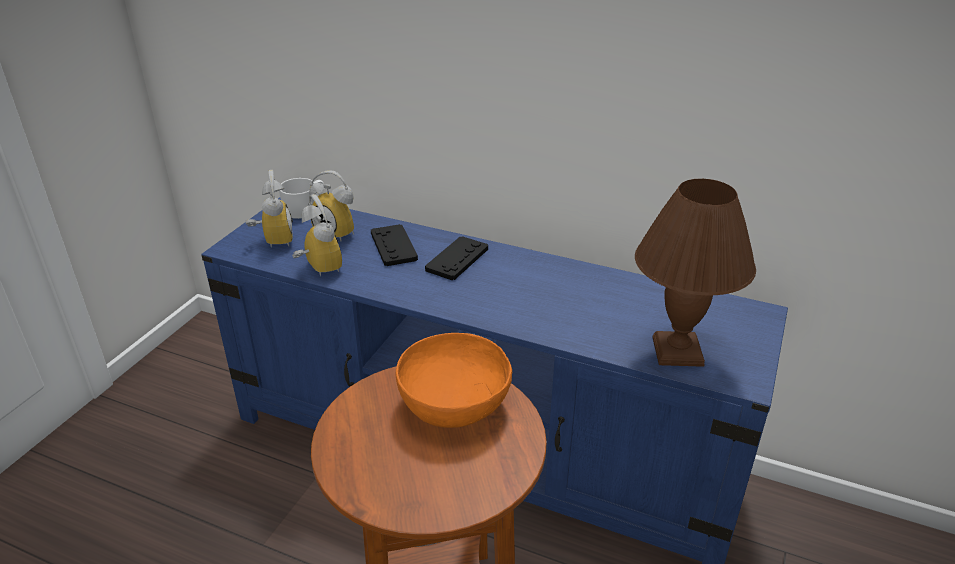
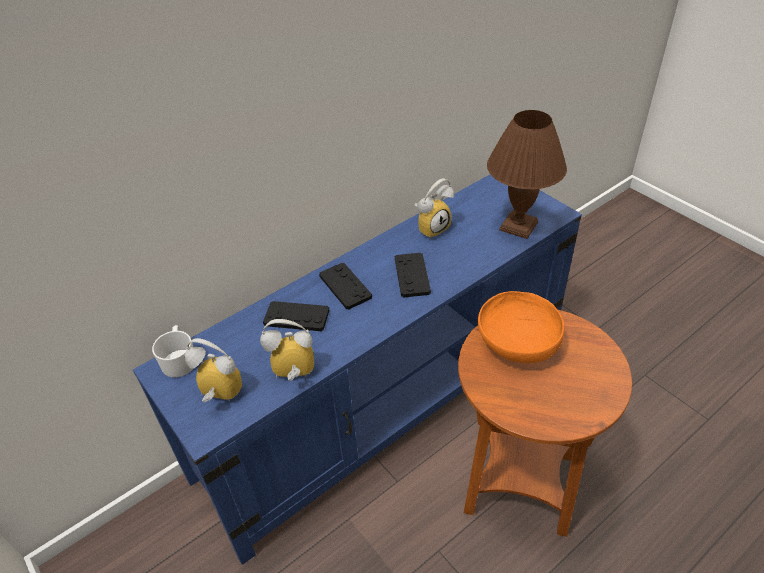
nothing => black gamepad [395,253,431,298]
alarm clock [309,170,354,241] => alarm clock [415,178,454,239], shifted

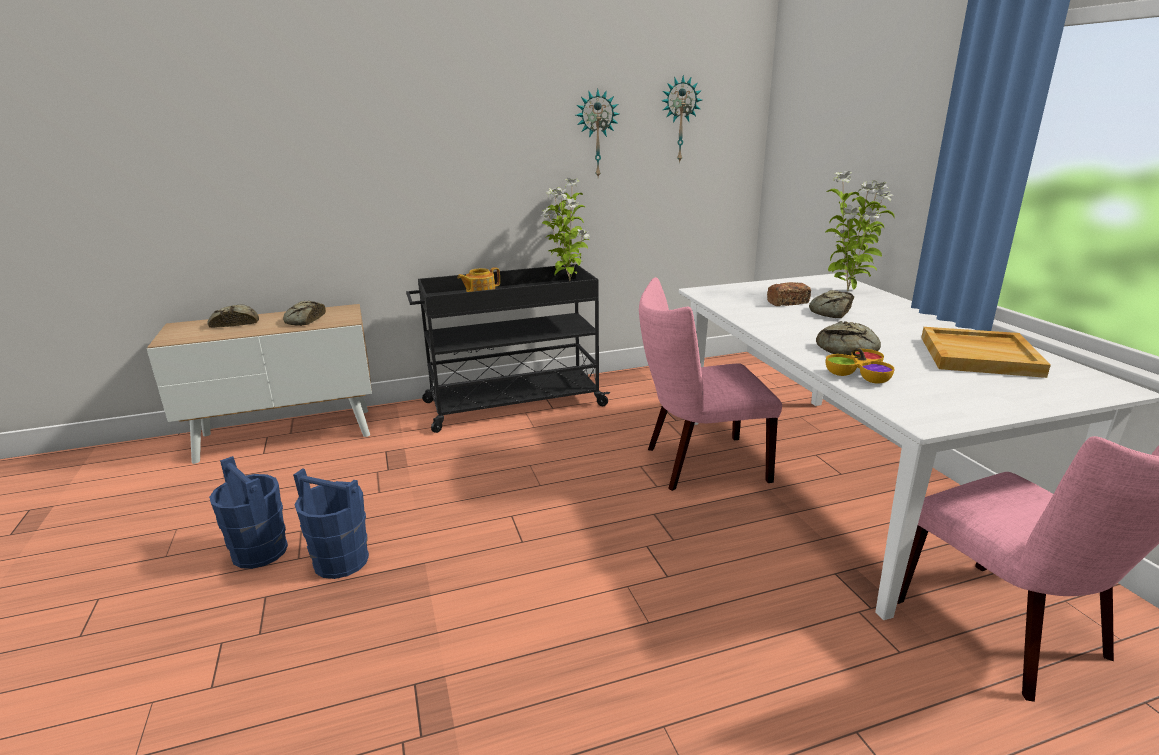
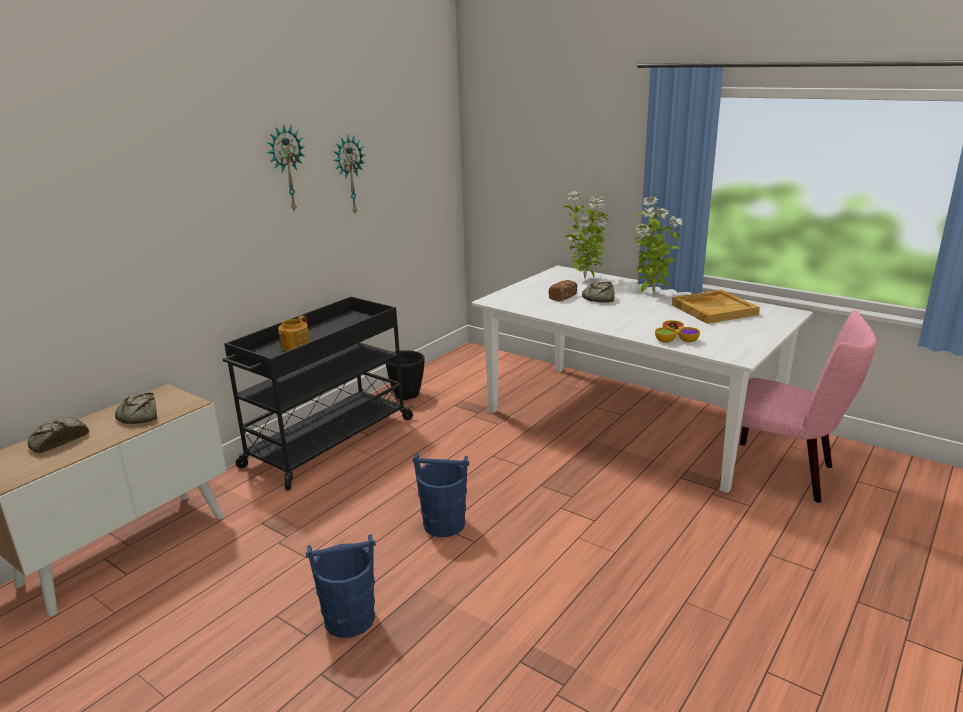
pinkish upright chair [639,277,782,491] => nothing
bread [816,321,881,355] => nothing
nothing => black planter [385,350,425,400]
bluish bucket [209,456,288,569] => bluish bucket [413,453,469,537], shifted
houseplant [541,178,590,281] => houseplant [635,197,683,294], shifted
hanging clock [662,75,702,163] => hanging clock [267,124,305,213], shifted

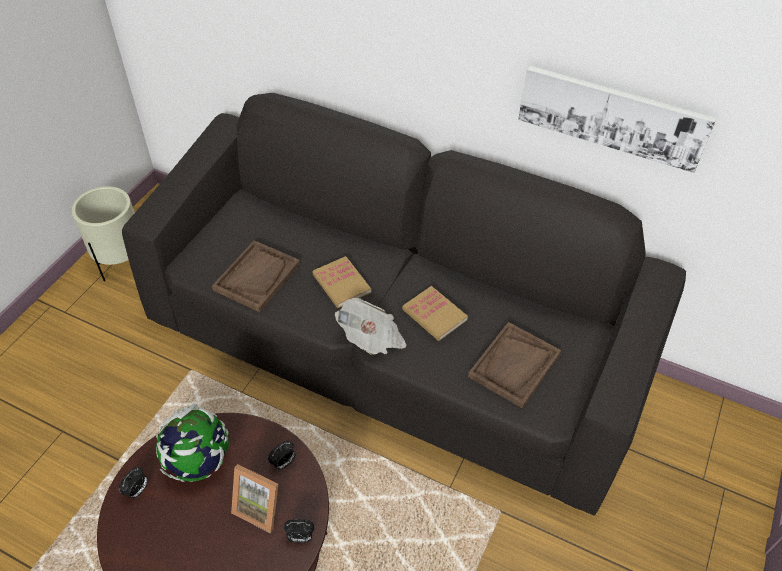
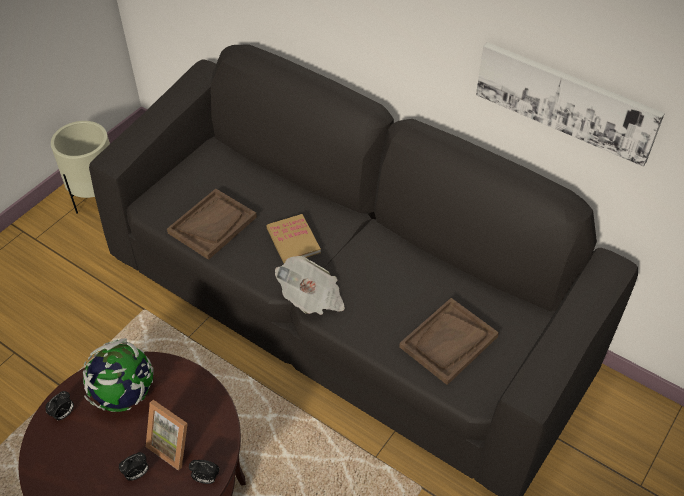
bound book [402,286,468,341] => nothing
alarm clock [268,441,296,470] => alarm clock [119,452,149,481], shifted

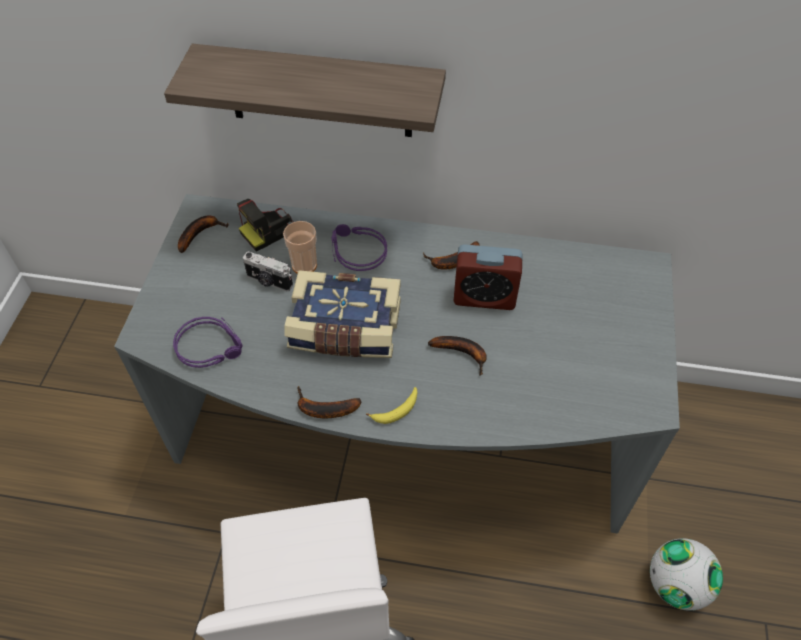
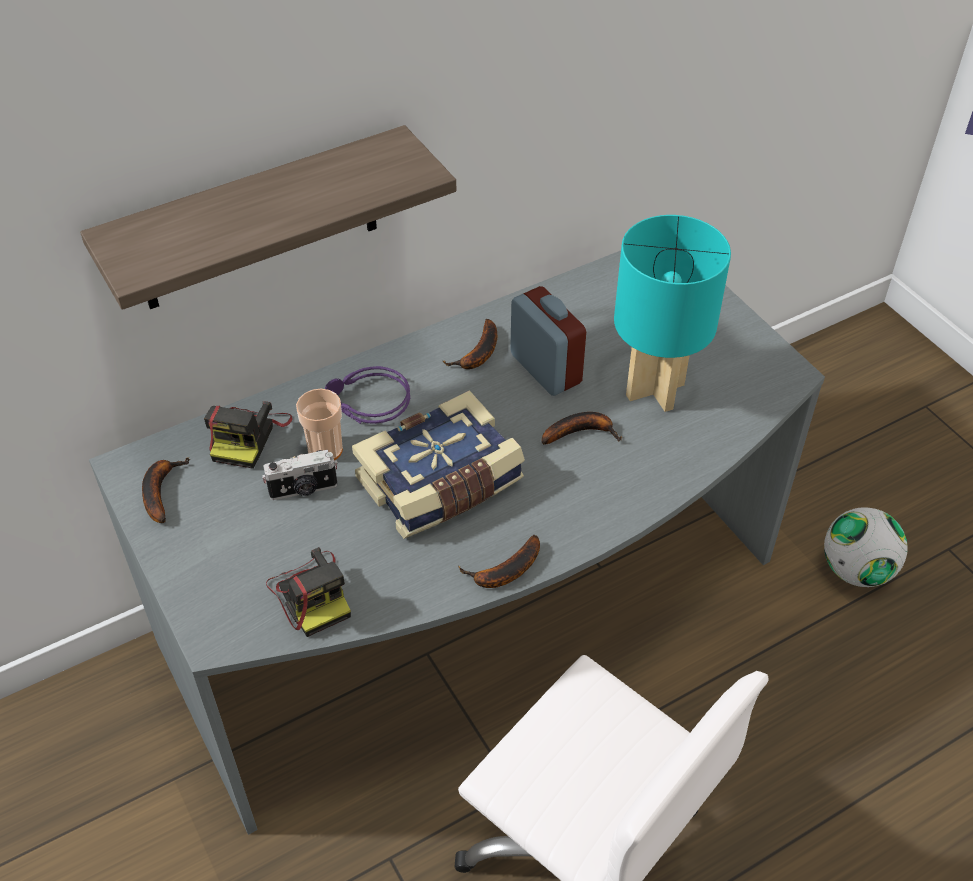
banana [366,387,417,424] => nothing
nothing => turquoise-coloured tabletop lamp [614,215,731,412]
purple-coloured headphones [173,317,243,368] => photo camera [266,547,351,637]
alarm clock [454,244,523,310] => alarm clock [510,286,586,396], 90 degrees counterclockwise

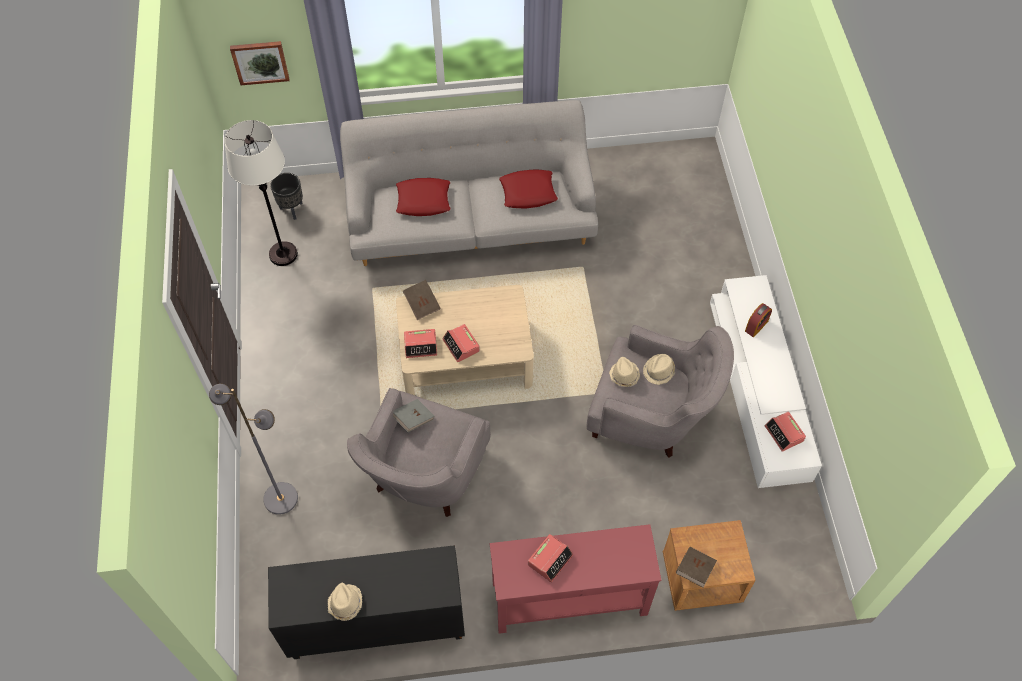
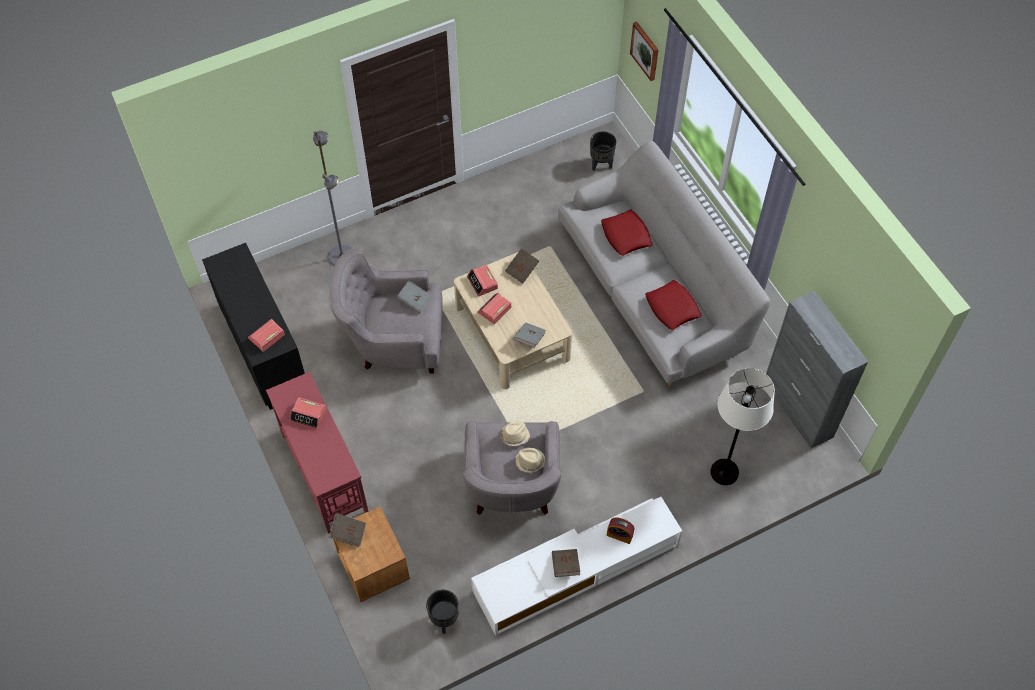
beige-coloured wearable hat [328,583,362,621] => nothing
nothing => black planter [426,590,459,634]
nothing => grey bound book [513,322,546,348]
nothing => brownish bound book [552,549,580,577]
nothing => grey cabinet [766,291,868,448]
white-coloured standing lamp [224,120,298,266] => white-coloured standing lamp [710,368,775,485], shifted
alarm clock [764,412,806,452] => alarm clock [248,319,285,352], shifted

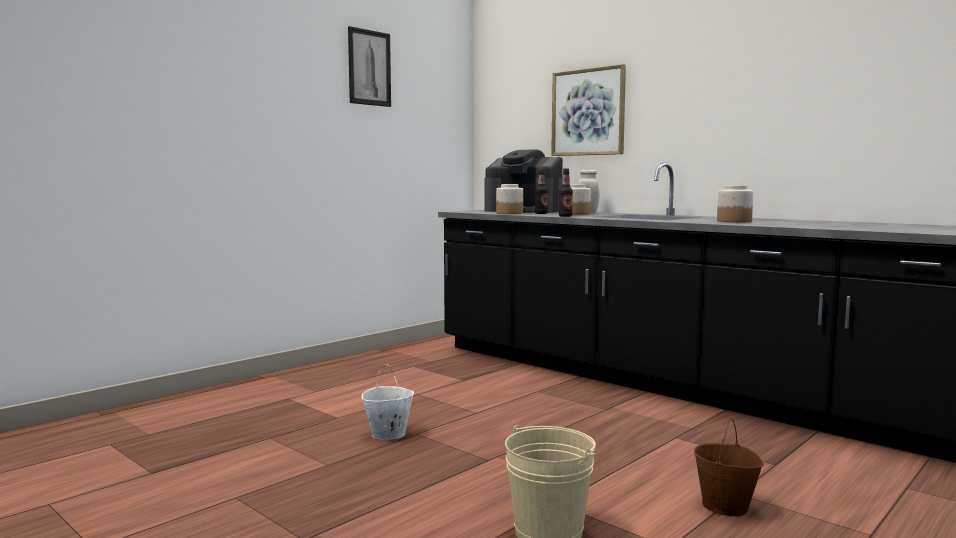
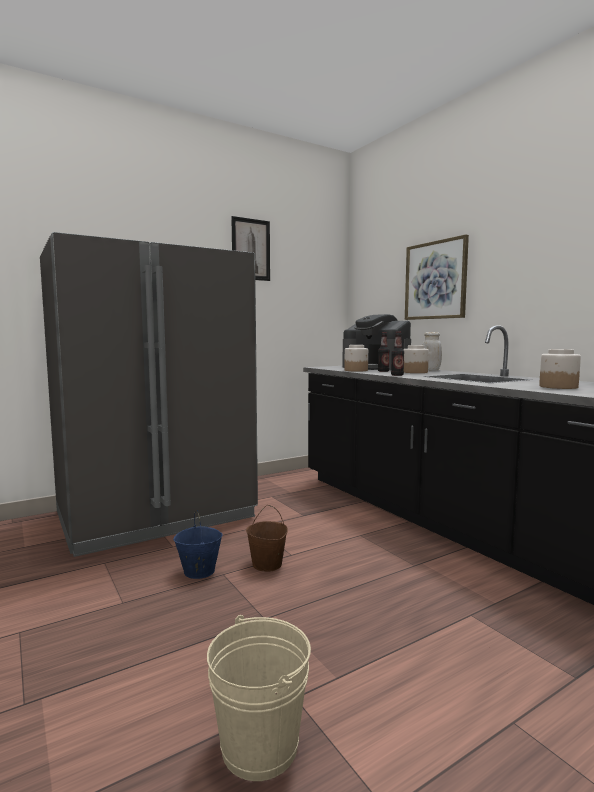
nothing => grey fridge [40,232,258,557]
brownish bucket [694,418,764,517] => brownish bucket [246,505,288,572], shifted
white-coloured bucket [362,365,414,440] => bluish bucket [173,510,223,579]

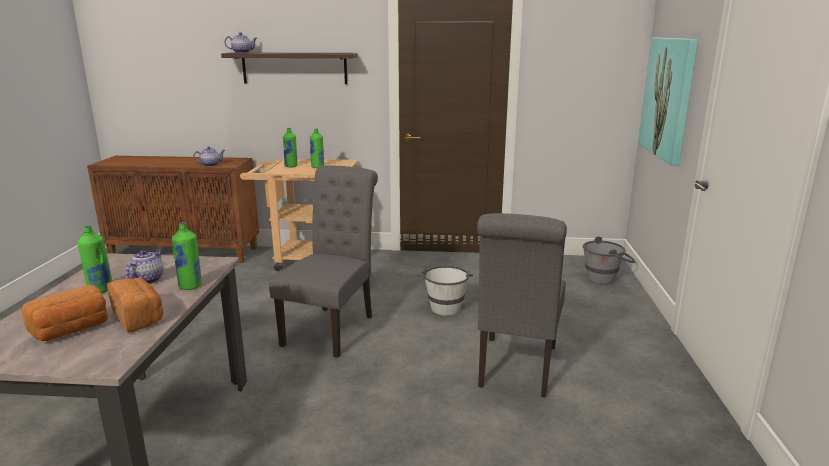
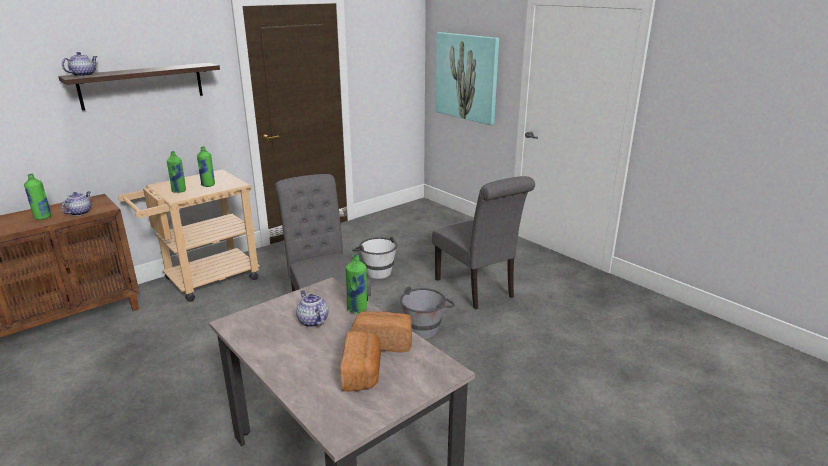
green drink bottle [77,225,112,293] => green drink bottle [24,174,51,220], shifted
grey bucket [583,236,636,284] => grey bucket [400,287,455,340], shifted

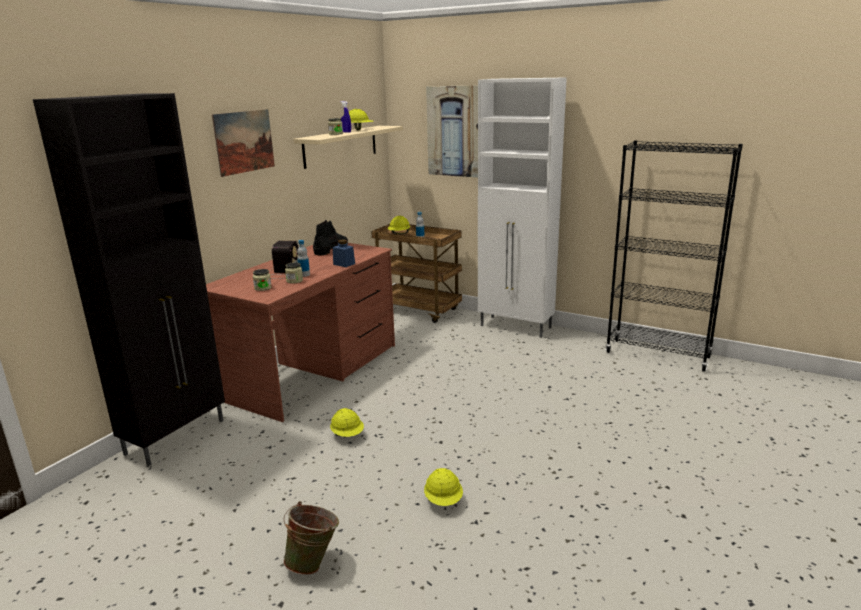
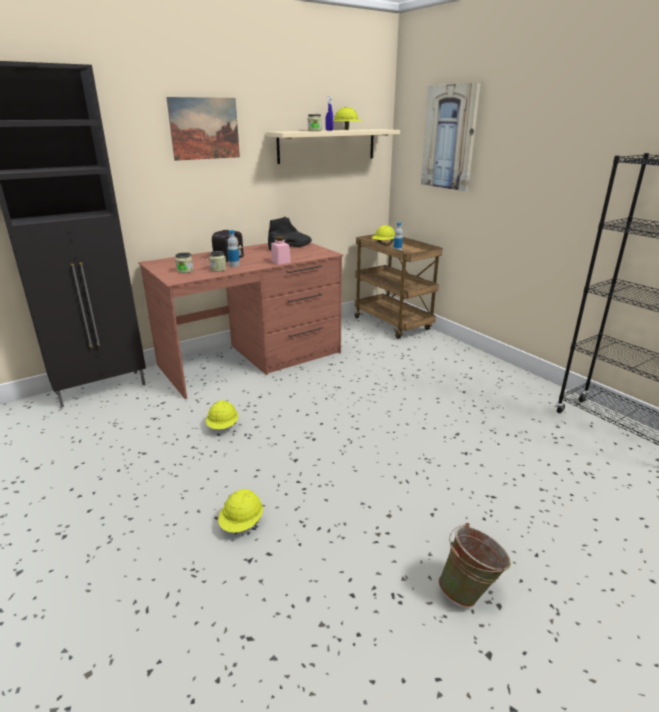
white-coloured cabinet [478,77,567,338] => nothing
green bucket [283,501,339,575] => green bucket [438,523,511,608], shifted
bluish jar [333,239,355,267] => pinkish jar [271,236,291,265]

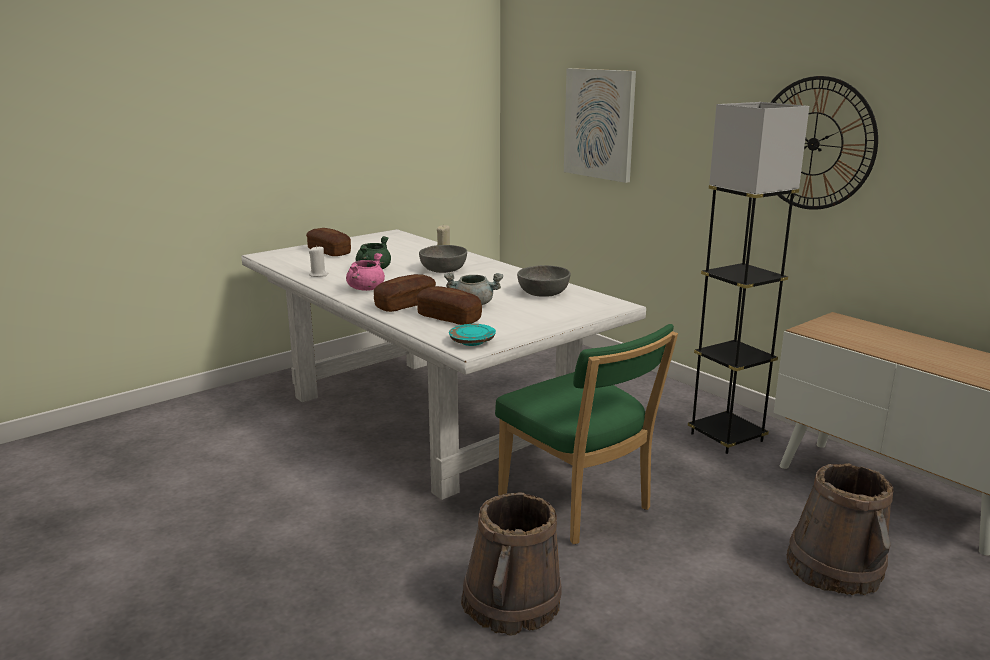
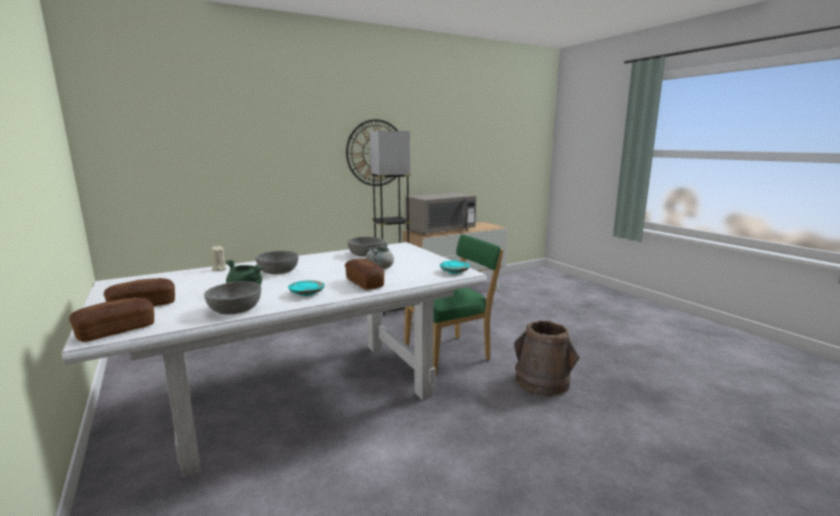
wall picture [564,68,636,183] => nothing
brownish bucket [786,463,893,595] => nothing
nothing => grey microwave [405,192,476,236]
bread [417,286,482,325] => bread [69,297,154,342], shifted
white-coloured wax light [309,245,328,277] => grey bowl [204,281,261,314]
pinkish cooking pot [346,253,385,291] => turquoise-coloured plate [288,280,325,296]

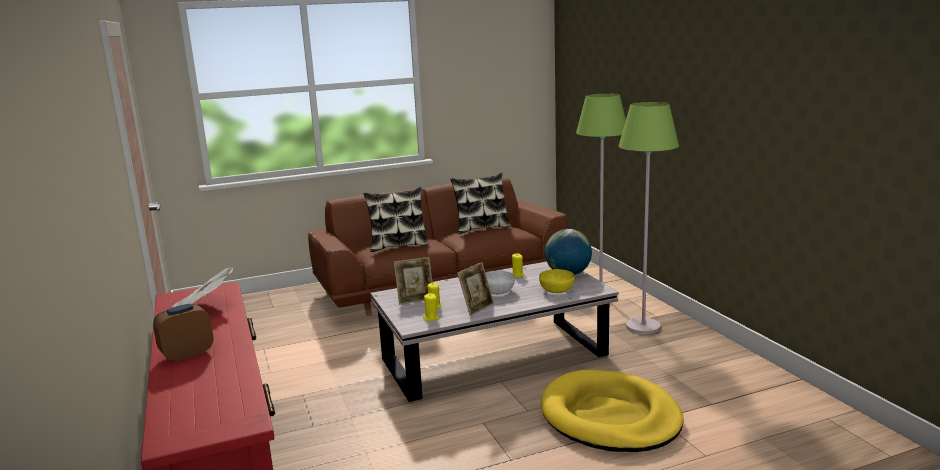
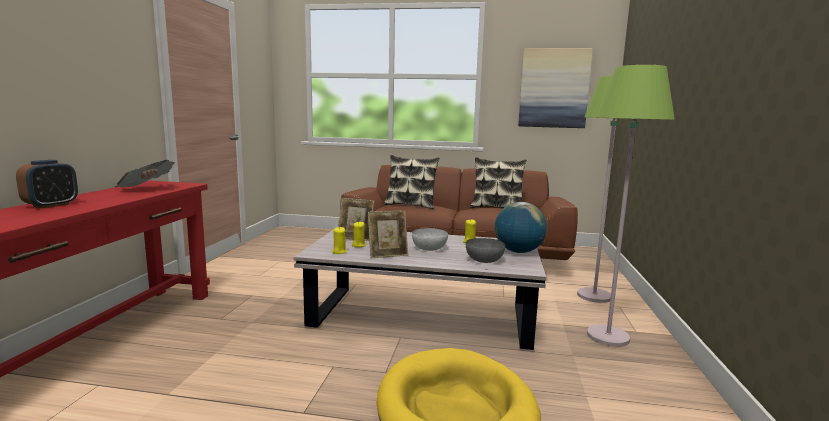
nothing => wall picture [518,48,593,128]
yellow bowl [539,269,575,293] => grey bowl [466,238,505,263]
alarm clock [153,304,214,362] => alarm clock [16,160,78,208], 120 degrees clockwise

